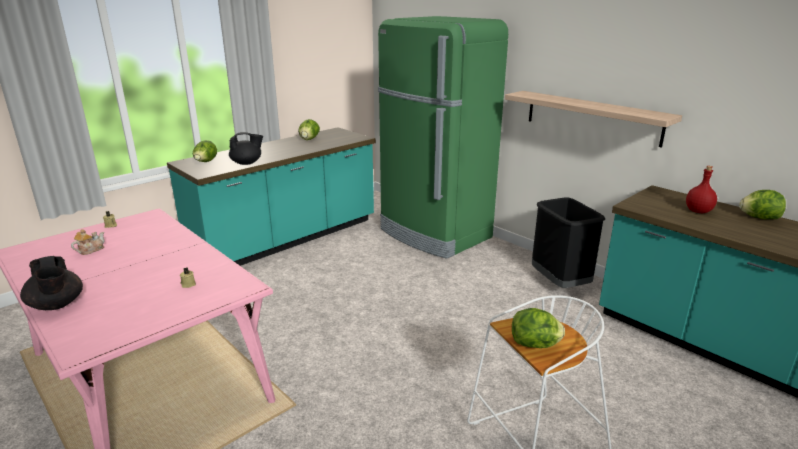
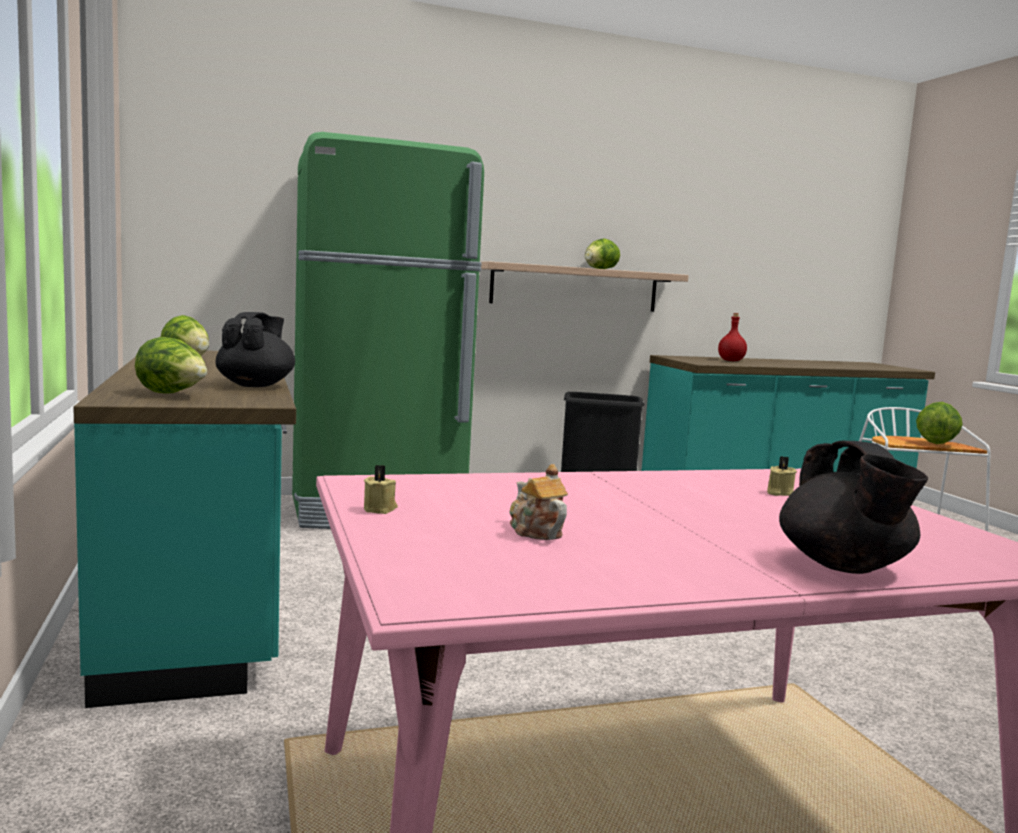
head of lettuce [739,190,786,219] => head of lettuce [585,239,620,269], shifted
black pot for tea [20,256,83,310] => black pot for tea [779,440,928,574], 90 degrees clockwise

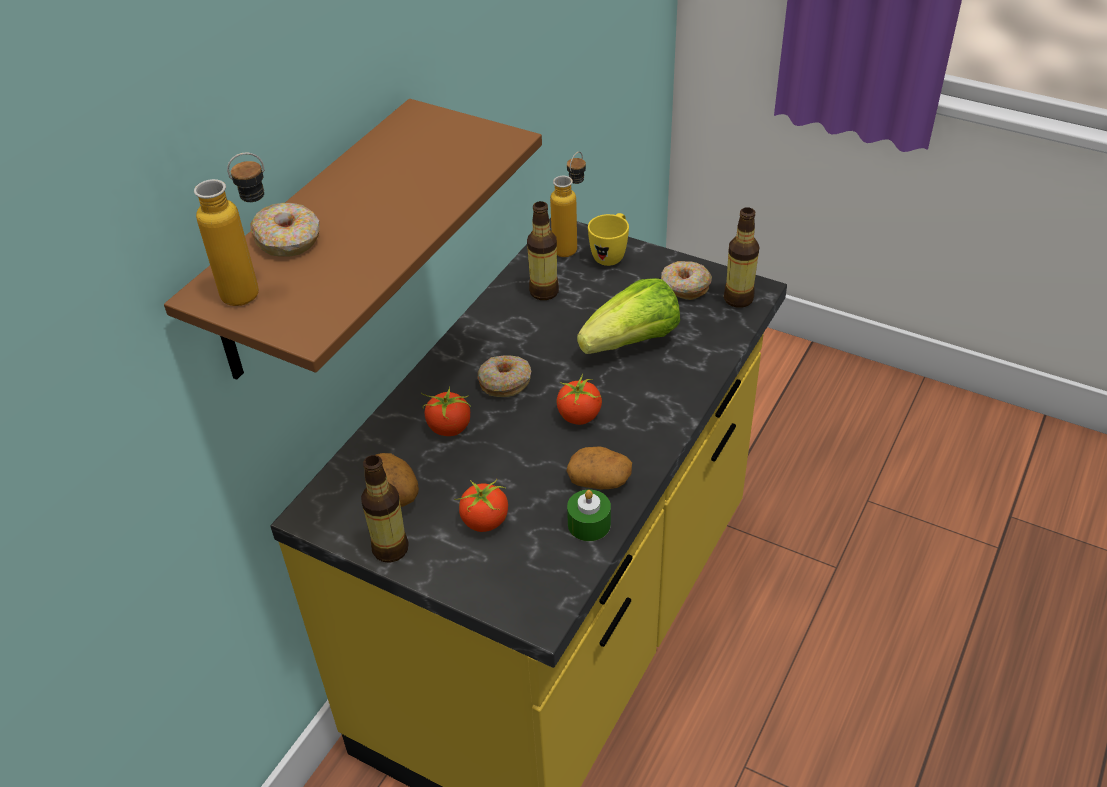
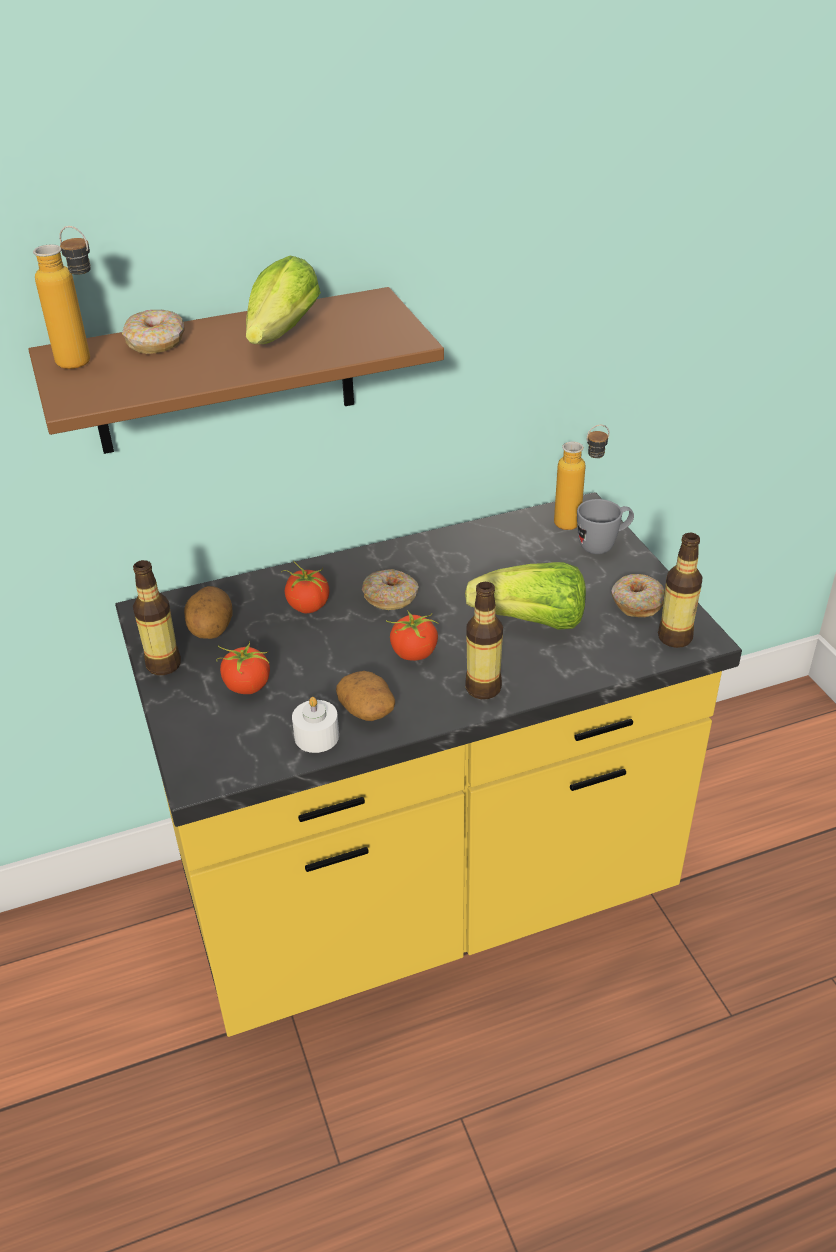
nothing => head of lettuce [246,256,321,344]
drink bottle [527,201,559,300] => drink bottle [465,582,503,699], shifted
green wax light [567,490,611,541] => white-coloured wax light [292,697,339,753]
yellow mug [588,213,629,266] => grey mug [577,499,634,554]

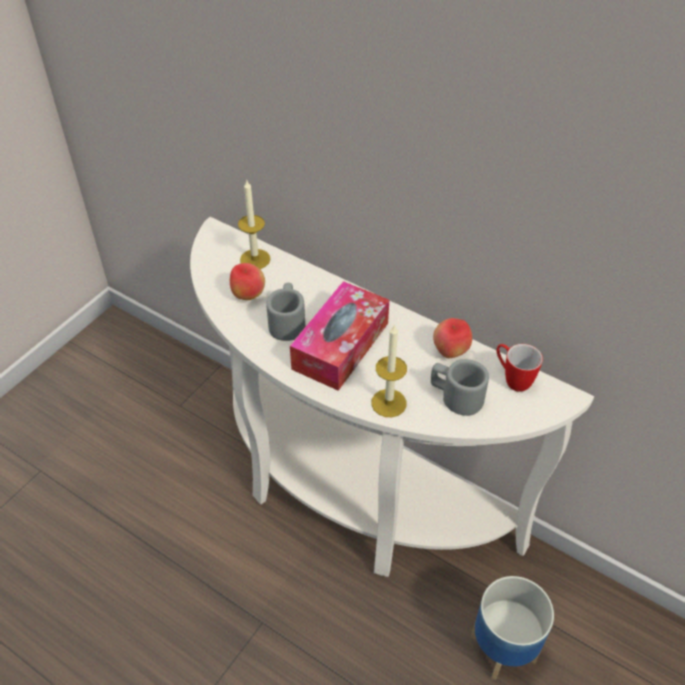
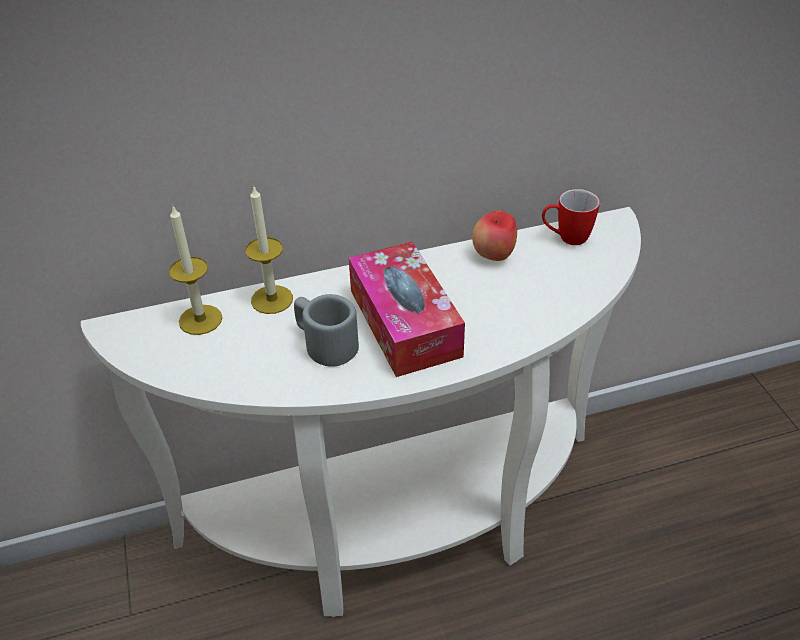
apple fruit [230,263,265,300] => nothing
grey mug [431,359,489,416] => nothing
planter [471,576,554,680] => nothing
wax light [371,324,407,417] => wax light [245,187,293,314], shifted

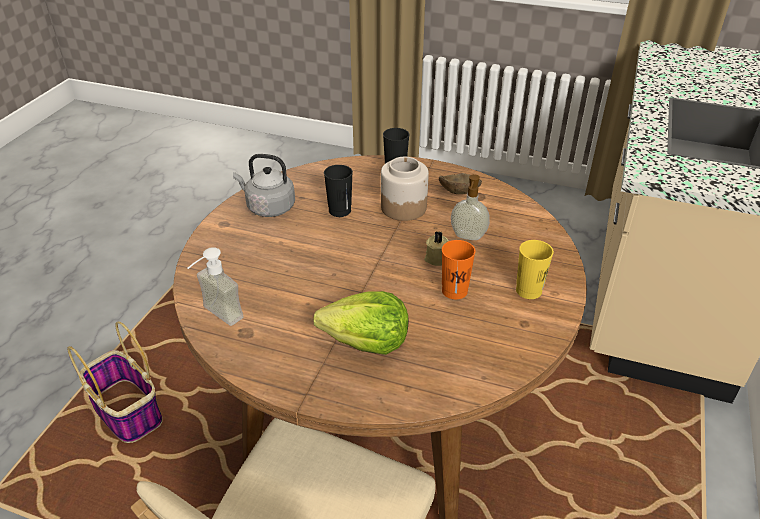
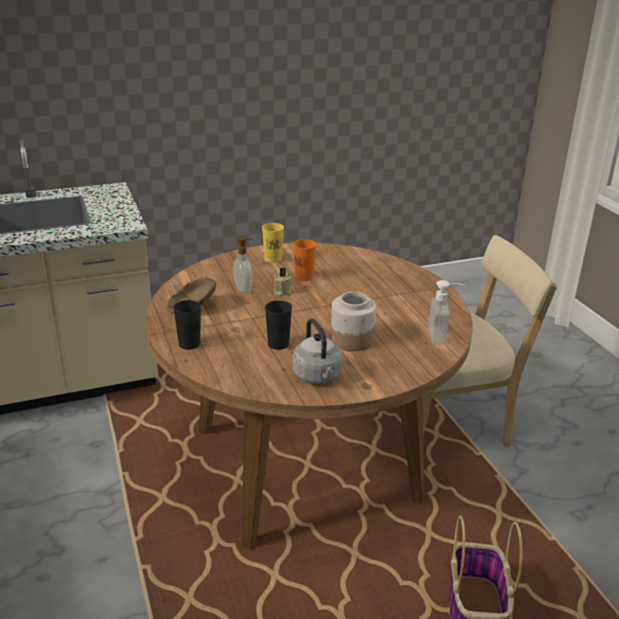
head of lettuce [313,291,409,355] => nothing
jar [381,157,429,221] => jar [331,292,376,351], shifted

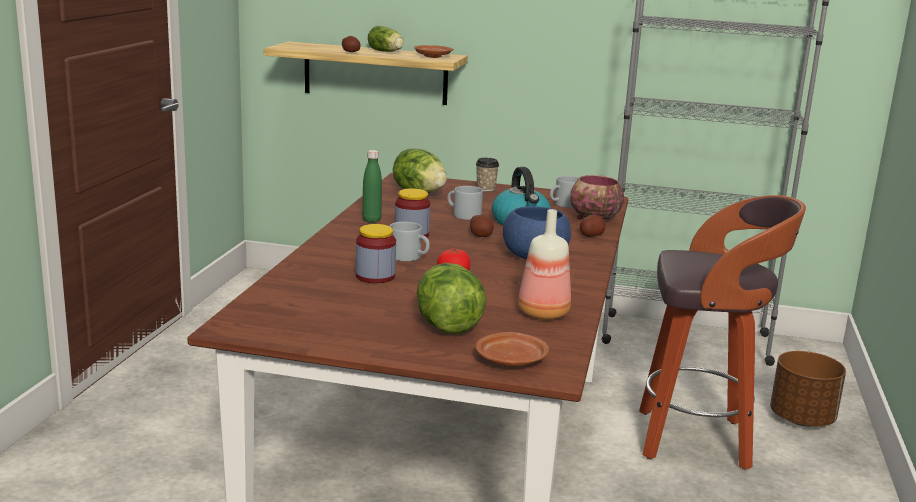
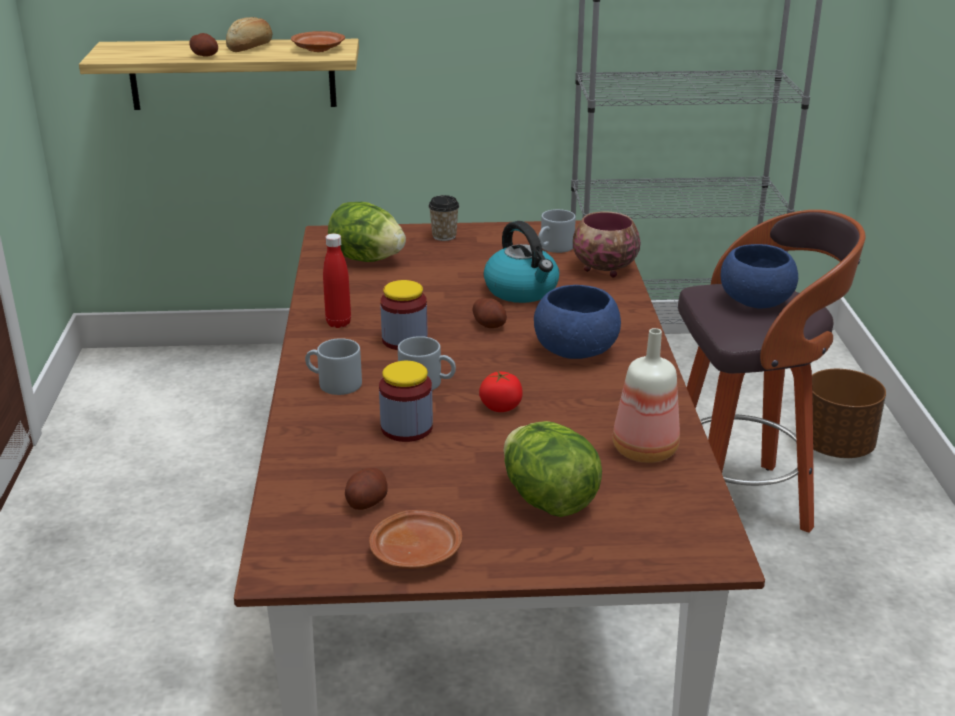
nothing => bluish bowl [721,244,798,308]
grey mug [448,186,483,220] => grey mug [305,338,362,395], shifted
brownish plate [475,332,549,367] => brownish plate [369,510,462,569], shifted
whole potato [580,215,605,237] => whole potato [345,468,388,510], shifted
head of lettuce [368,26,404,52] => bread [226,17,272,52]
green drink bottle [362,150,382,223] => reddish drink bottle [323,233,351,328]

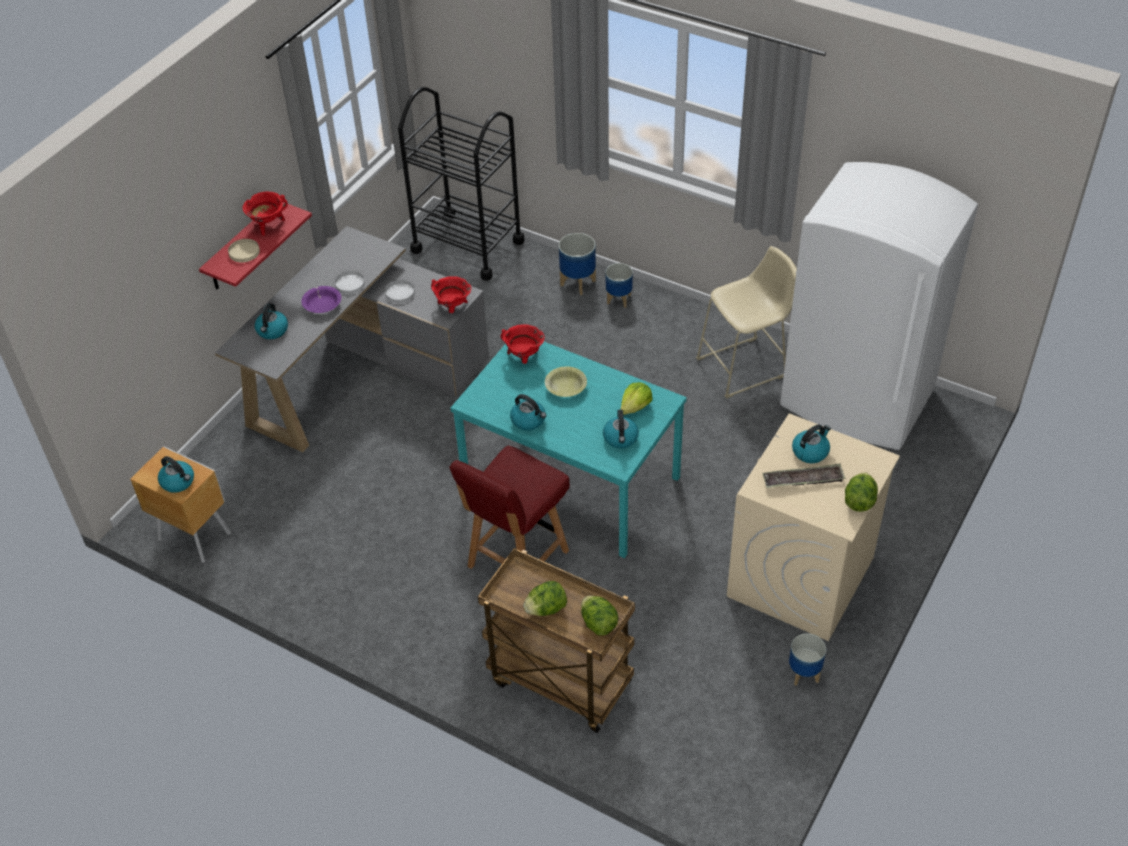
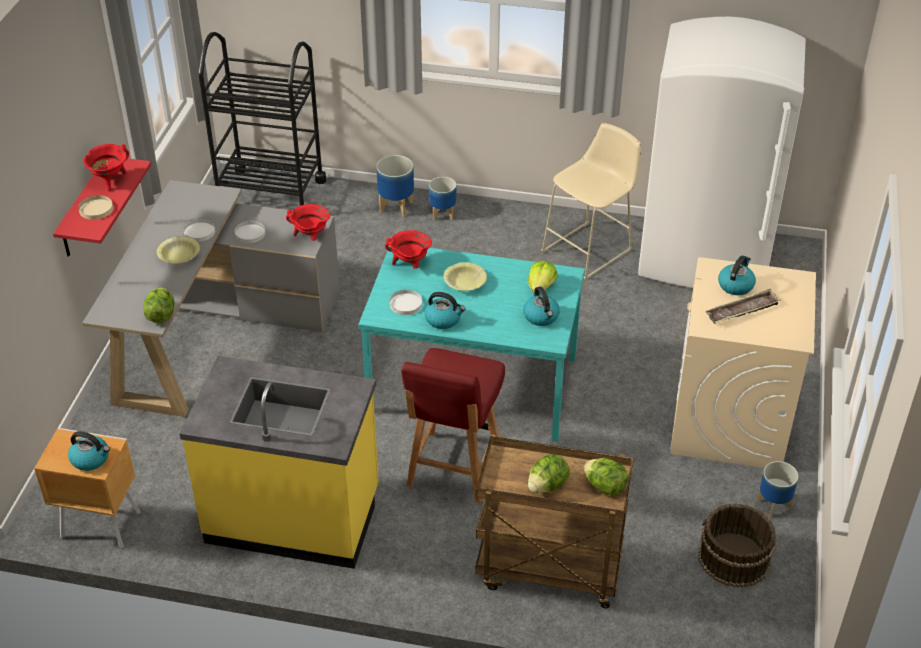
tea kettle [255,303,288,339] => nothing
nothing => yellow kitchen counter [179,356,379,569]
nothing => white-coloured plate [389,290,422,315]
nothing => brownish bucket [698,503,776,588]
head of lettuce [845,472,878,512] => head of lettuce [144,288,174,323], shifted
purple-coloured bowl [301,286,341,313] => yellow bowl [157,236,200,264]

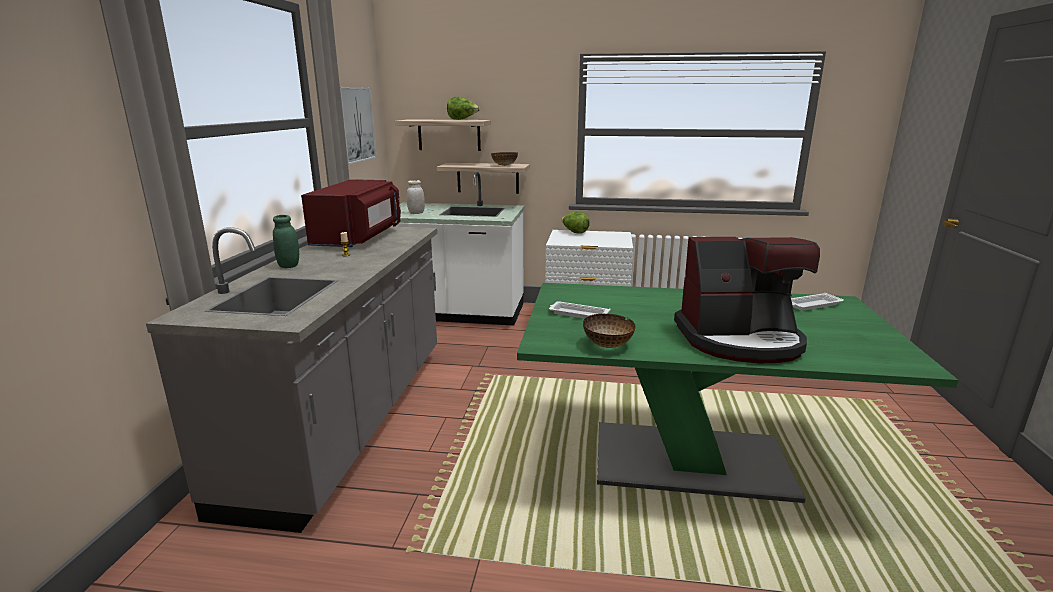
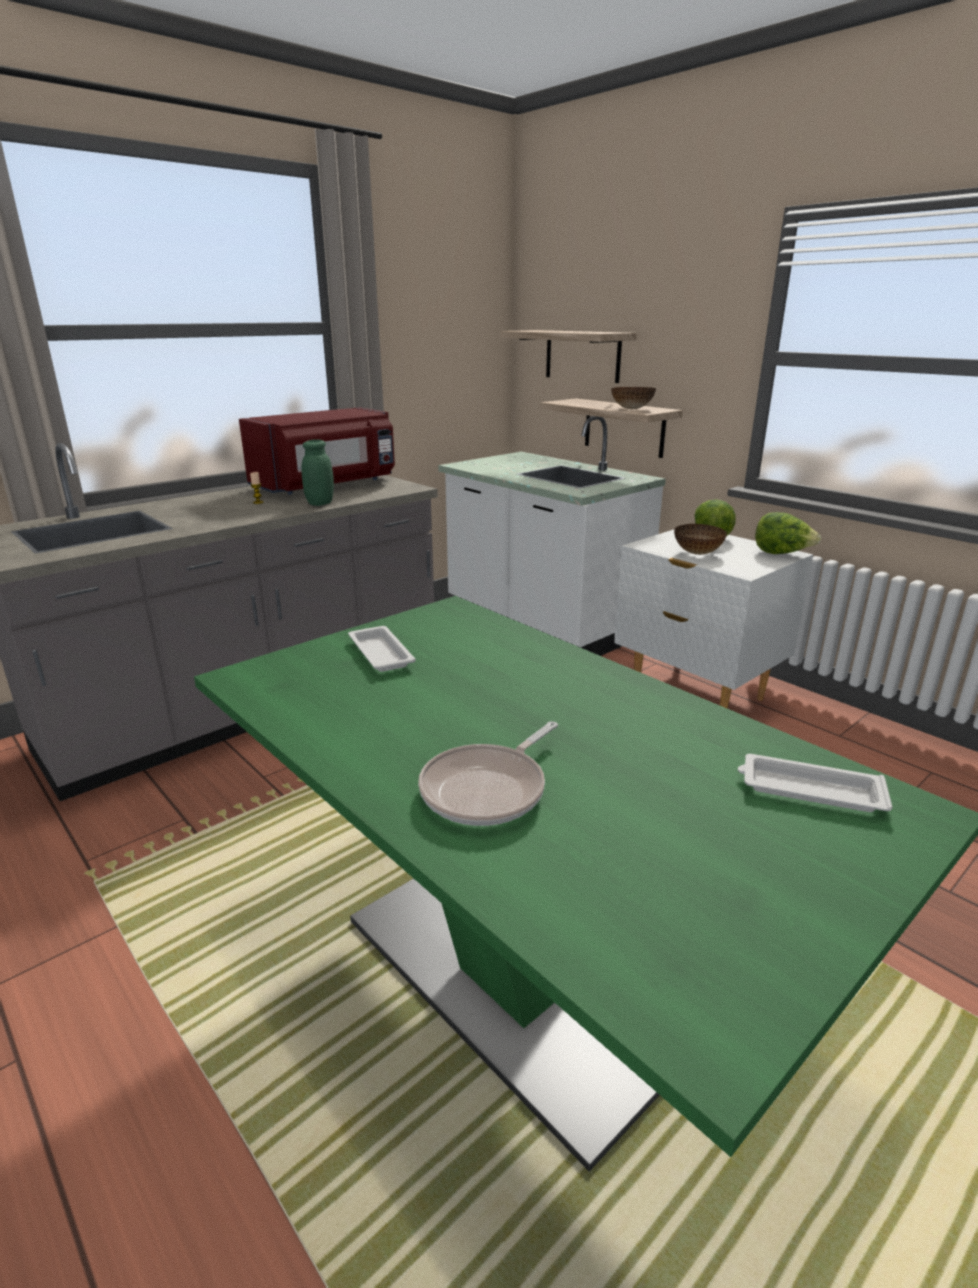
wall picture [340,87,377,165] => nothing
white-coloured jar [407,180,425,214] => nothing
green jar [273,215,299,268] => green jar [302,439,334,506], shifted
head of lettuce [447,97,480,120] => head of lettuce [755,512,821,554], shifted
bowl [583,314,635,348] => bowl [674,524,727,555], shifted
coffee maker [674,237,820,363] => frying pan [418,721,558,826]

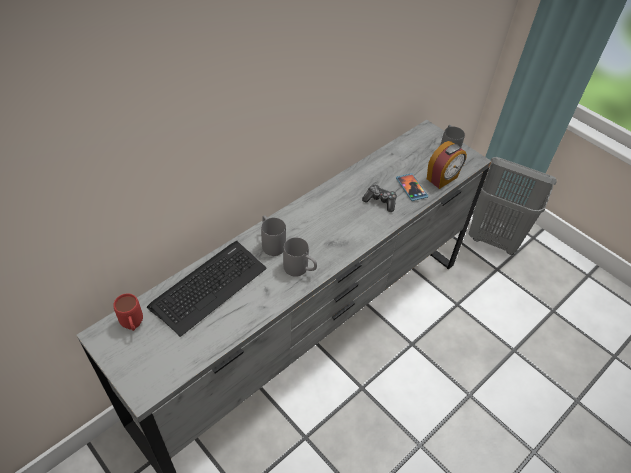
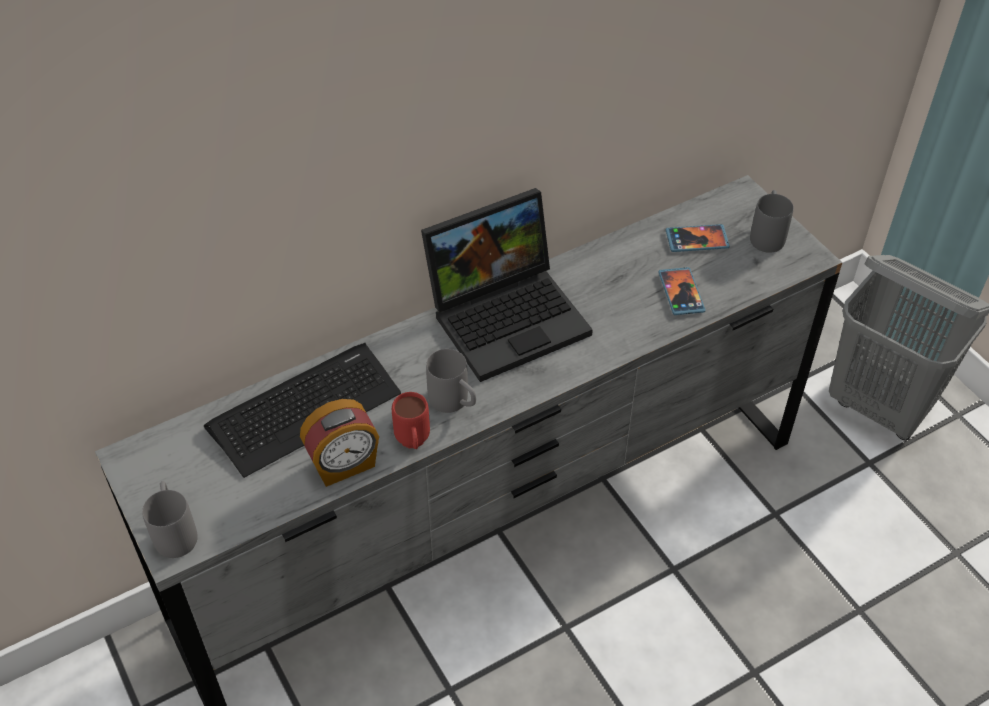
gamepad [362,185,397,212] => nothing
nothing => notebook computer [421,188,593,382]
nothing => handset [666,224,730,252]
reddish mug [113,293,143,331] => reddish mug [392,392,430,449], shifted
grey mug [261,215,286,256] => grey mug [142,481,198,558], shifted
alarm clock [427,141,467,189] => alarm clock [300,399,379,487], shifted

